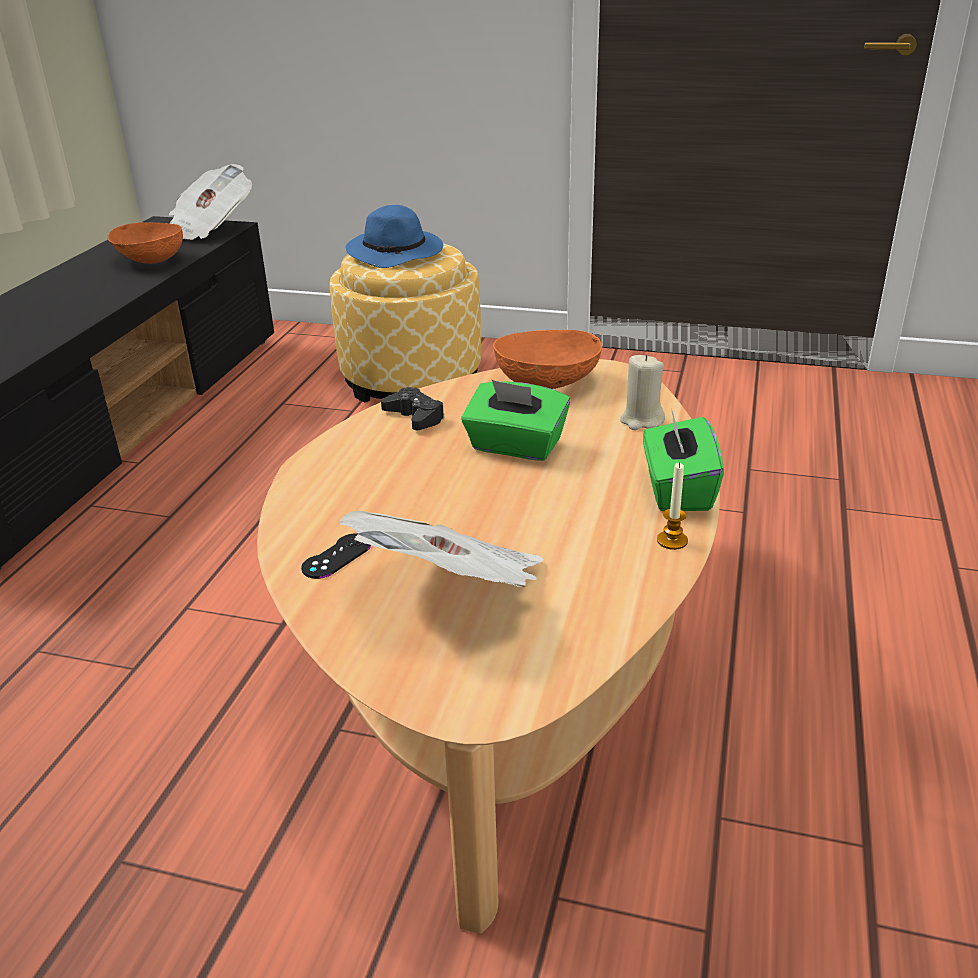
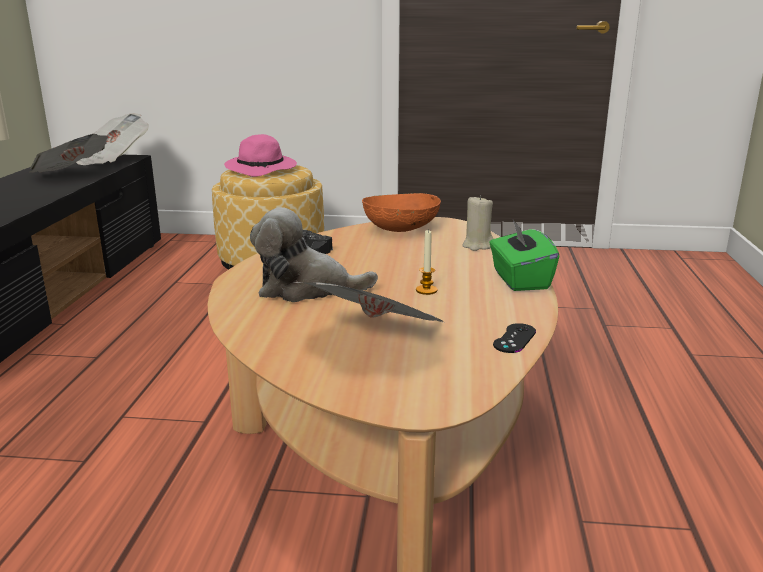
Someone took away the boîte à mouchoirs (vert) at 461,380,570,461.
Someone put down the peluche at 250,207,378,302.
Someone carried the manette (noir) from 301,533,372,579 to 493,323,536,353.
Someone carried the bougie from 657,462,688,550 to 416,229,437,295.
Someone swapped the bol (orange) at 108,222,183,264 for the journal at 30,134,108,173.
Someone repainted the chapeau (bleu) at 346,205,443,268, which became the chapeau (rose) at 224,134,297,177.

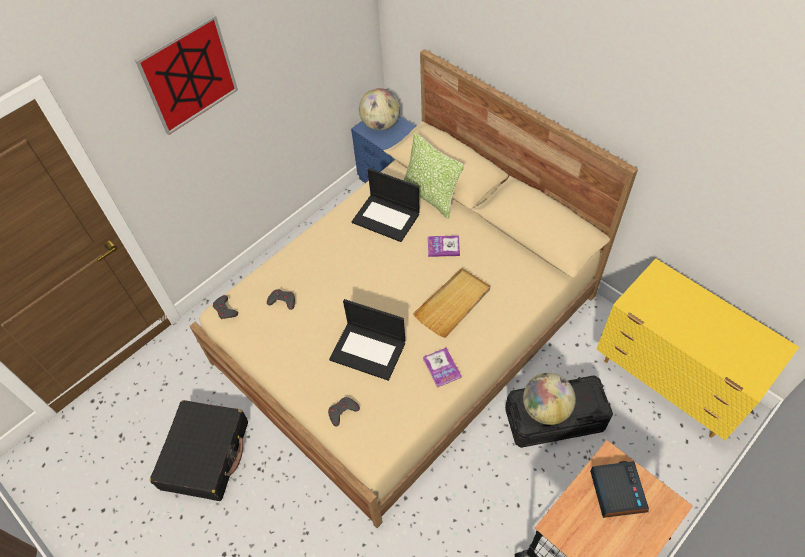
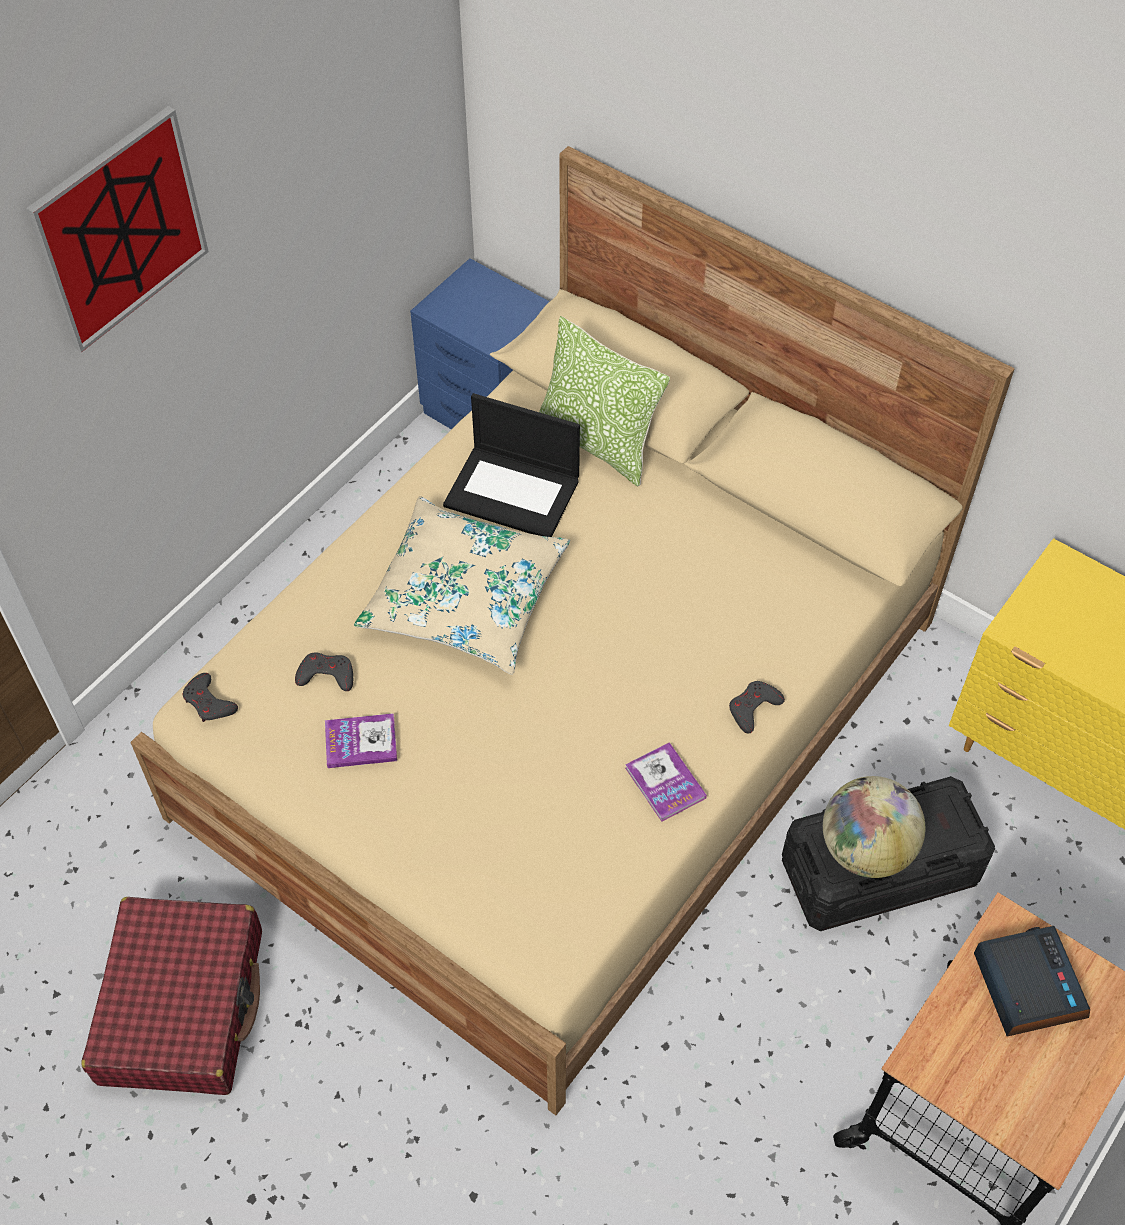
Someone took away the ordinateur portable at 329,299,405,381.
Someone took away the globe at 359,88,400,131.
Someone took away the plateau (beige) at 413,268,490,338.
Someone put down the coussin (beige) at 354,496,570,675.
Someone carried the manette (gris) from 328,397,360,427 to 729,681,785,734.
Someone carried the livre from 428,235,460,257 to 325,713,397,768.
Someone repainted the valise (noir) at 150,400,248,501, which became the valise (rouge) at 81,897,262,1095.

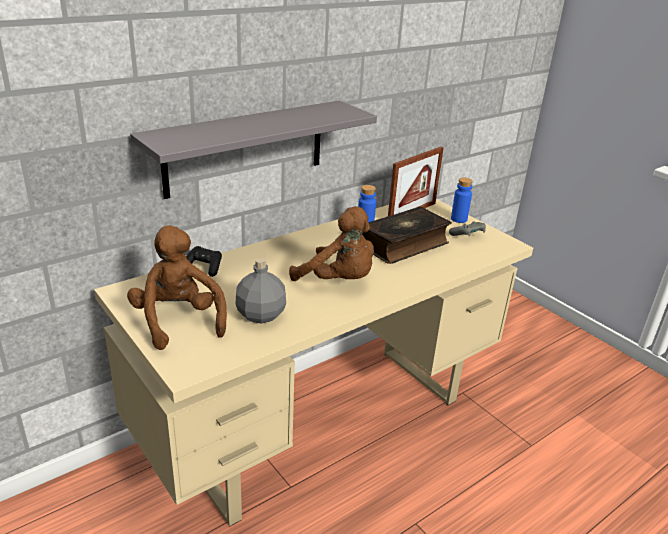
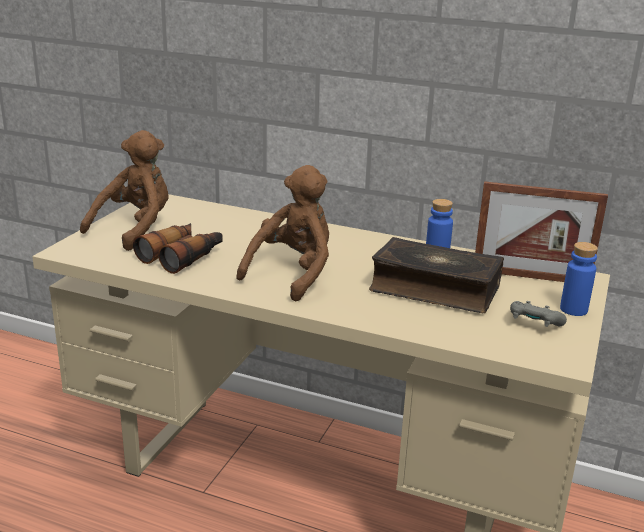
Someone took away the étagère (gris) at 130,100,377,199.
Someone took away the manette (noir) at 186,246,222,277.
Someone swapped the bouteille (gris) at 236,258,286,323 for the jumelles at 133,223,223,274.
Someone rotated the peluche (marron) at 289,206,374,281 by 150 degrees counterclockwise.

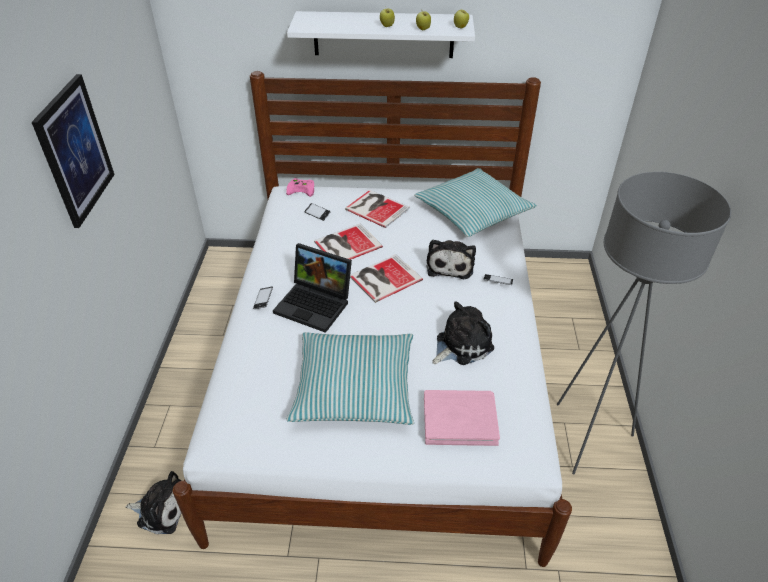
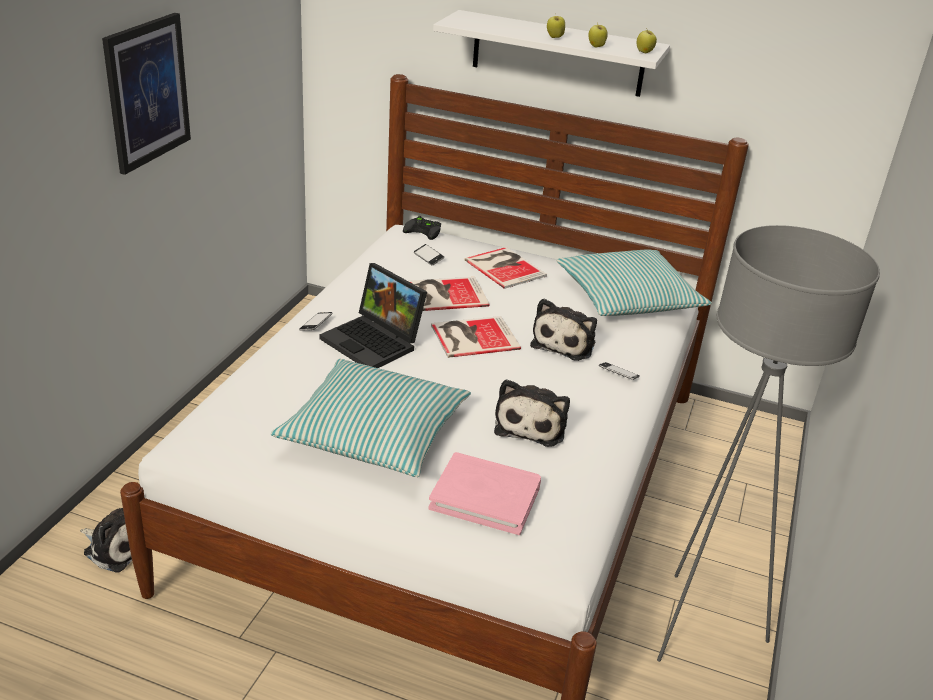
Someone repainted the manette (rose) at 286,178,314,197, which became the manette (noir) at 403,216,441,240.
Someone rotated the peluche at 432,301,494,365 by 120 degrees clockwise.

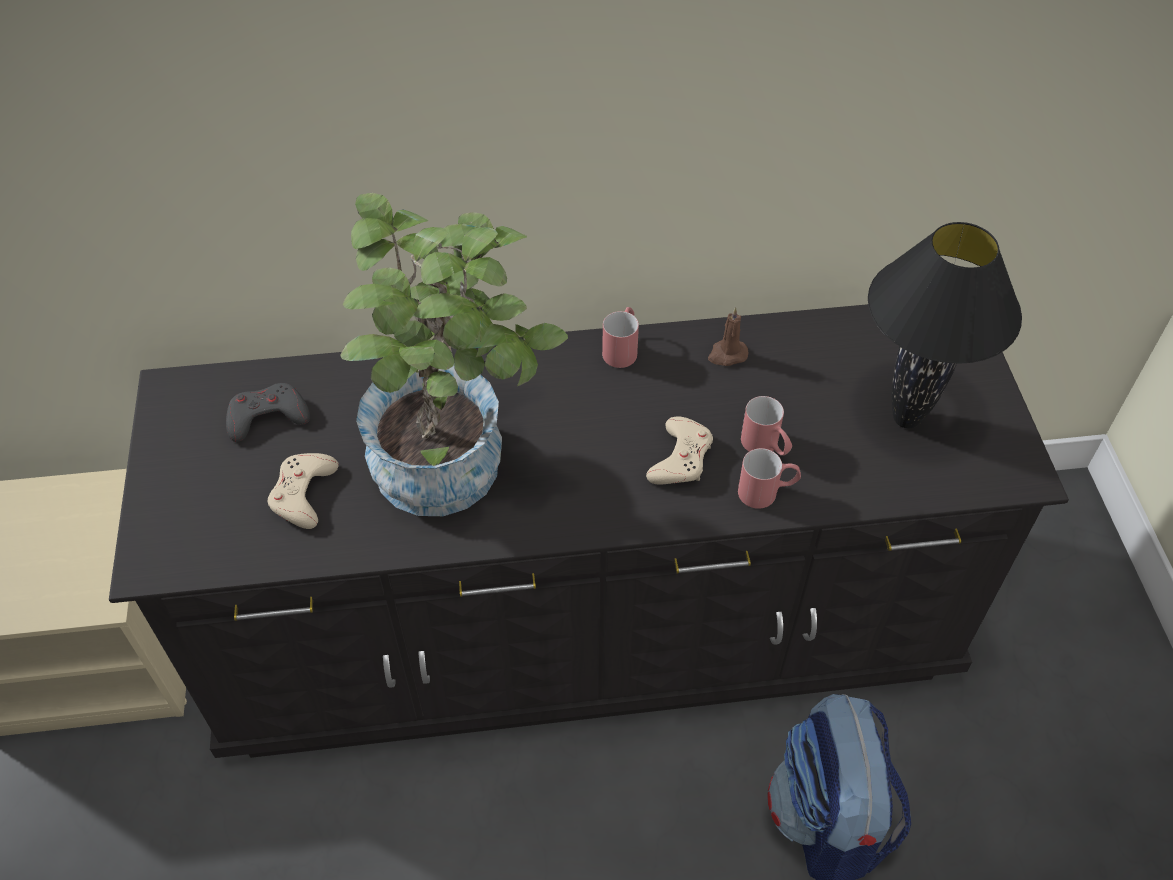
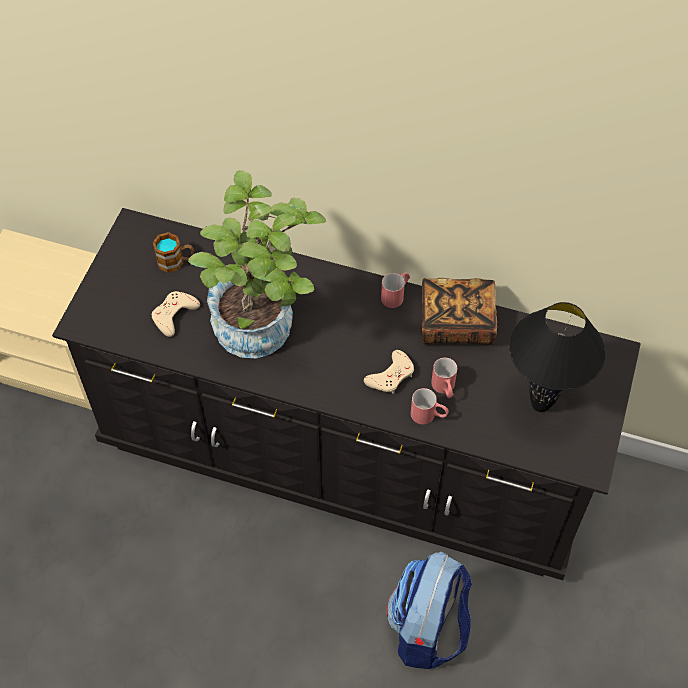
Someone swapped the manette (gris) at 226,383,310,442 for the mug at 153,232,194,273.
Someone swapped the bougie (marron) at 708,307,748,366 for the livre at 422,278,497,345.

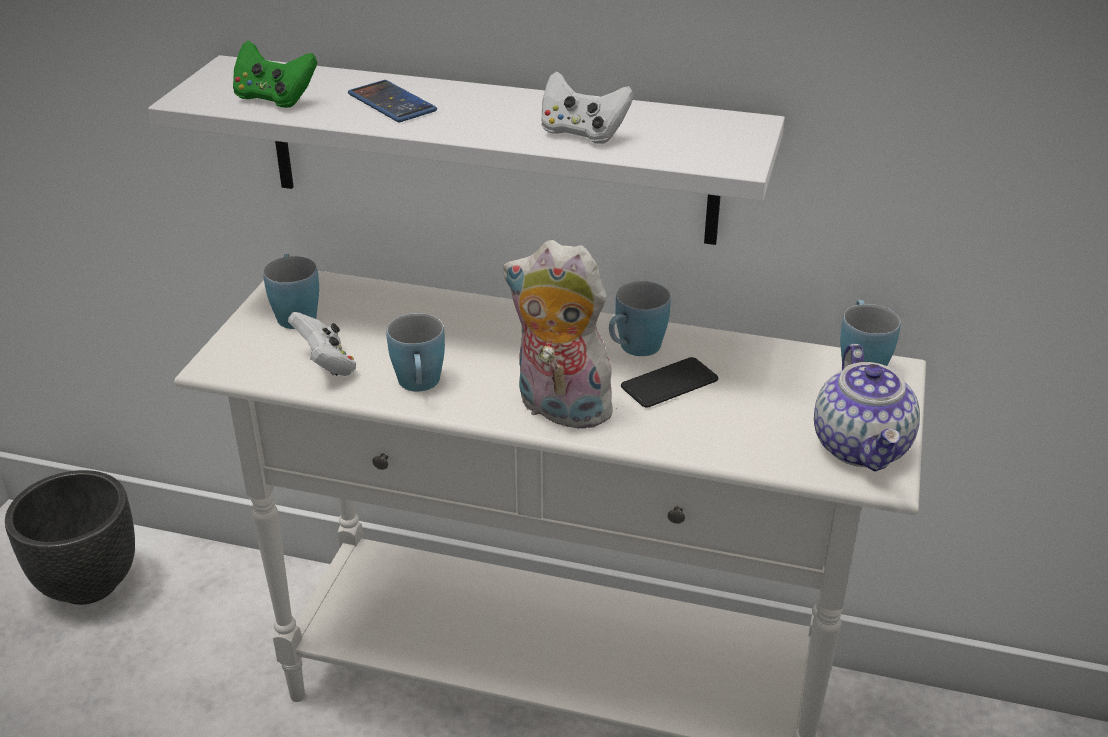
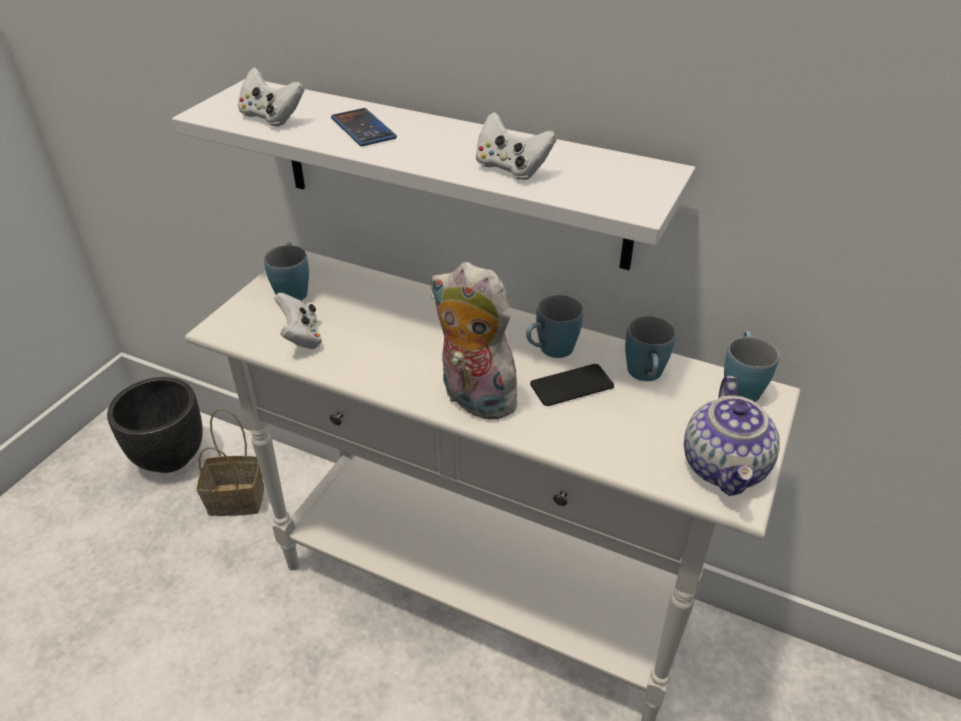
Someone put down the panier at 197,408,264,516.
Someone carried the mug (bleu) from 386,313,445,391 to 625,316,676,381.
Someone repainted the manette (vert) at 233,40,318,108, which became the manette (blanc) at 238,67,305,126.

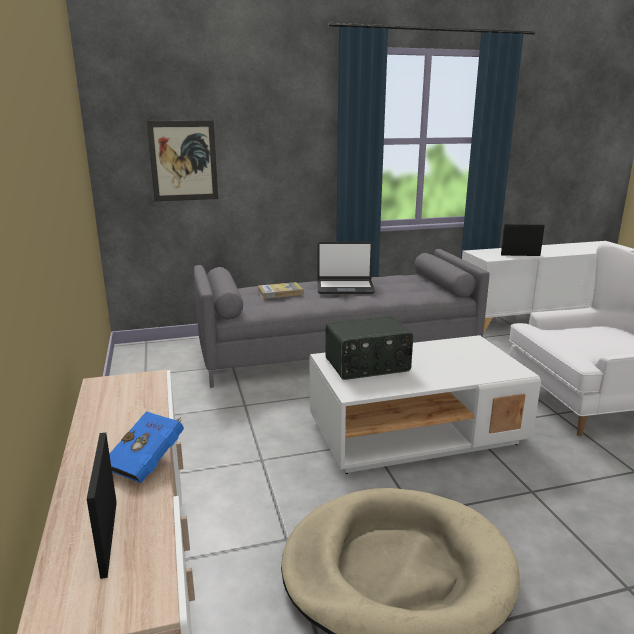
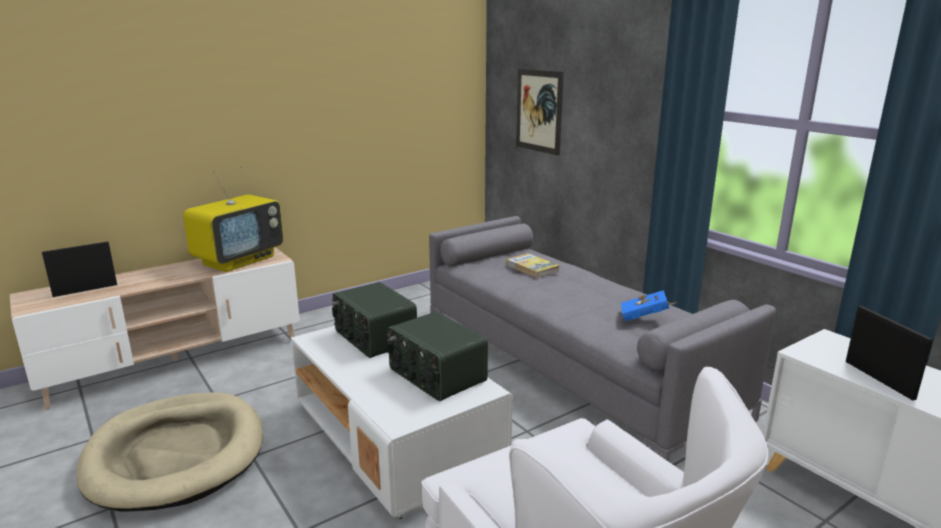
Someone took away the ordinateur portable at 318,242,375,294.
Someone put down the téléviseur at 183,166,284,272.
Someone put down the radio at 387,311,488,401.
Someone carried the livre (bleu) from 109,411,184,483 to 621,290,677,321.

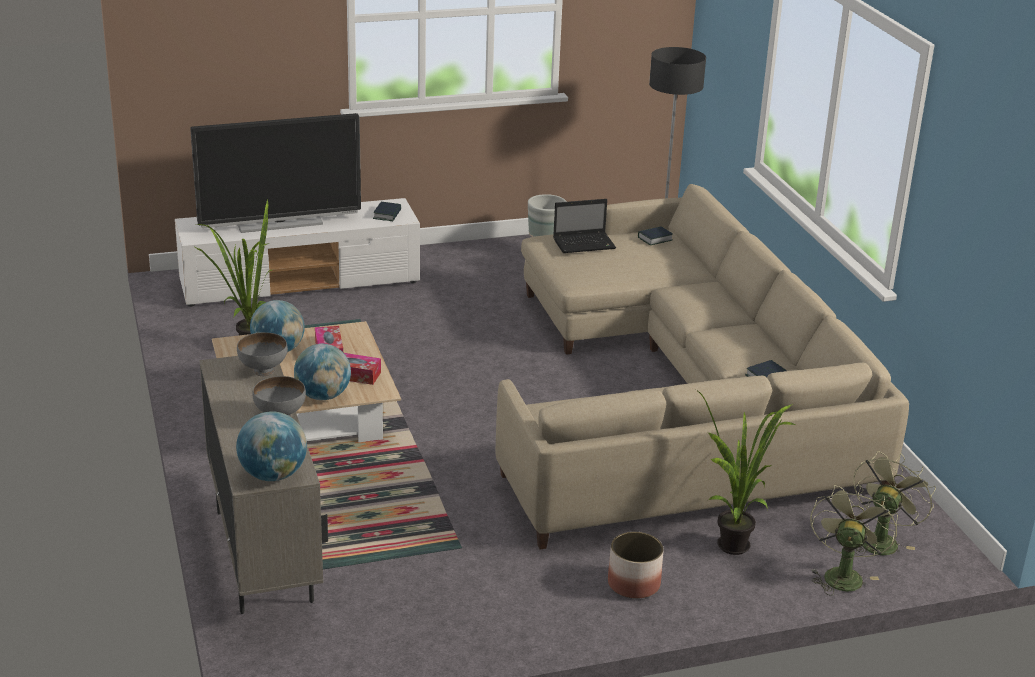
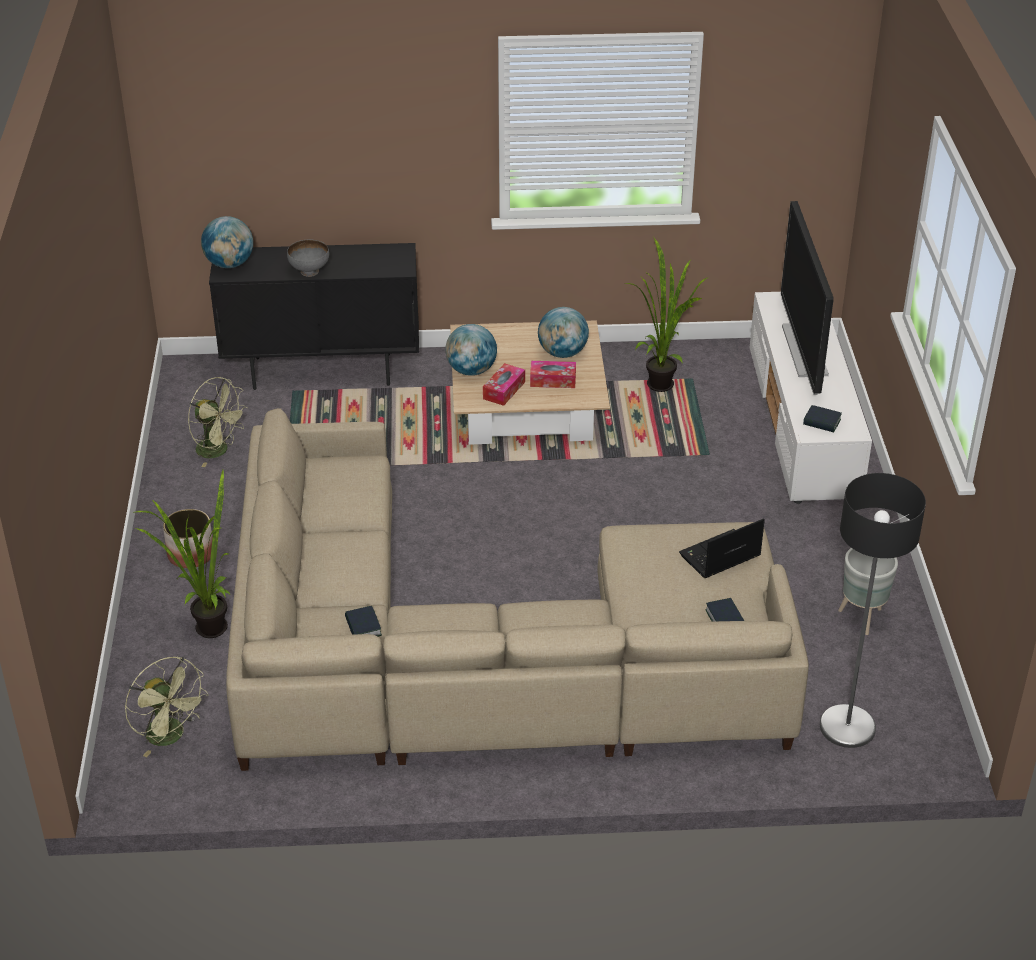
Someone took away the bol (gris) at 237,332,288,376.
Someone carried the ventilateur (vert) from 810,485,898,596 to 188,377,248,467.
Someone repainted the meuble de rangement (beige) at 200,356,328,614, which became the meuble de rangement (noir) at 209,243,419,390.
Someone rotated the ordinateur portable at 553,199,616,253 by 60 degrees clockwise.

